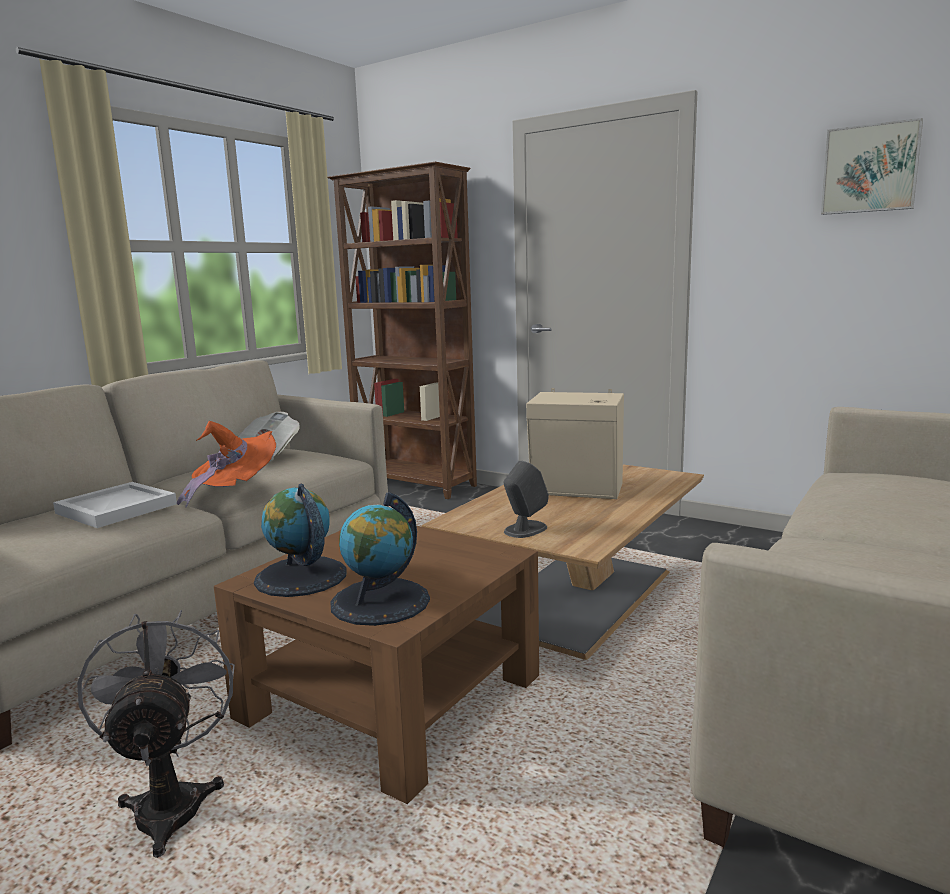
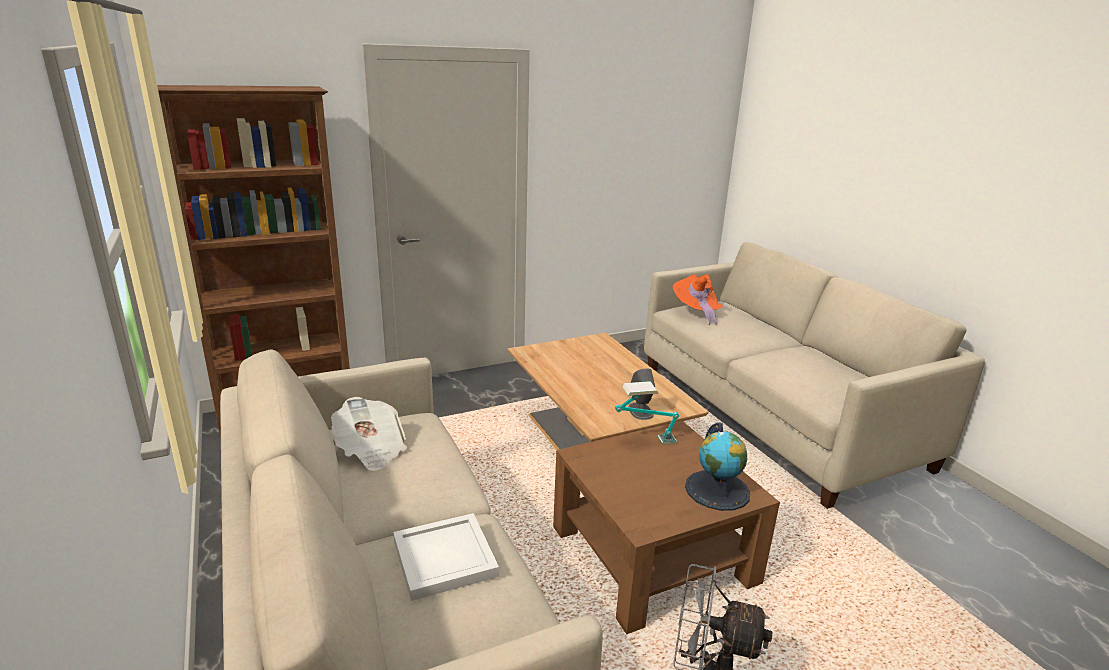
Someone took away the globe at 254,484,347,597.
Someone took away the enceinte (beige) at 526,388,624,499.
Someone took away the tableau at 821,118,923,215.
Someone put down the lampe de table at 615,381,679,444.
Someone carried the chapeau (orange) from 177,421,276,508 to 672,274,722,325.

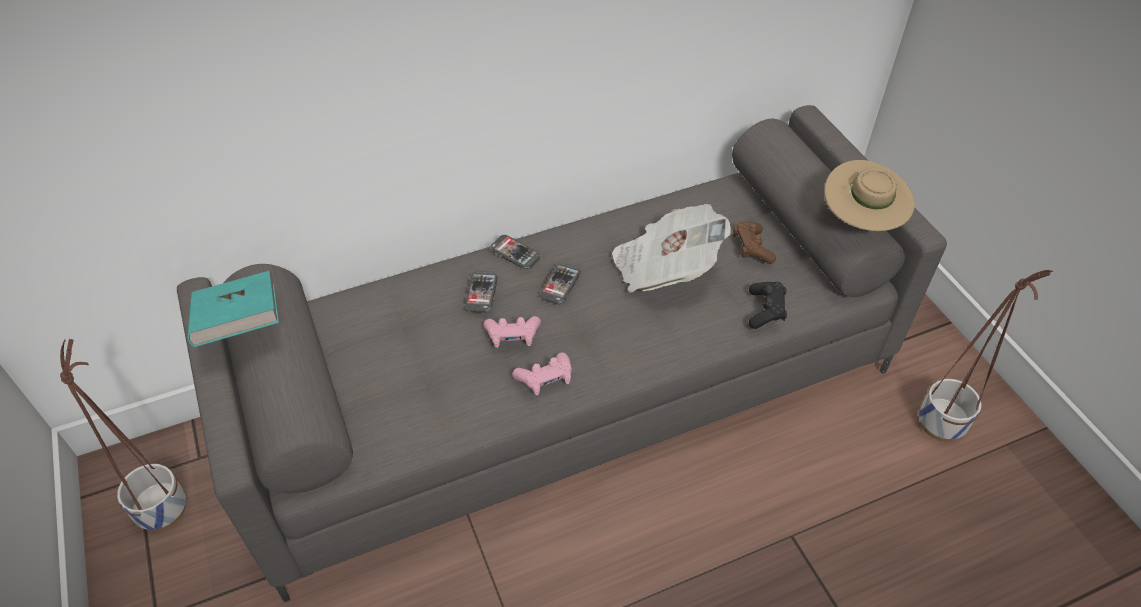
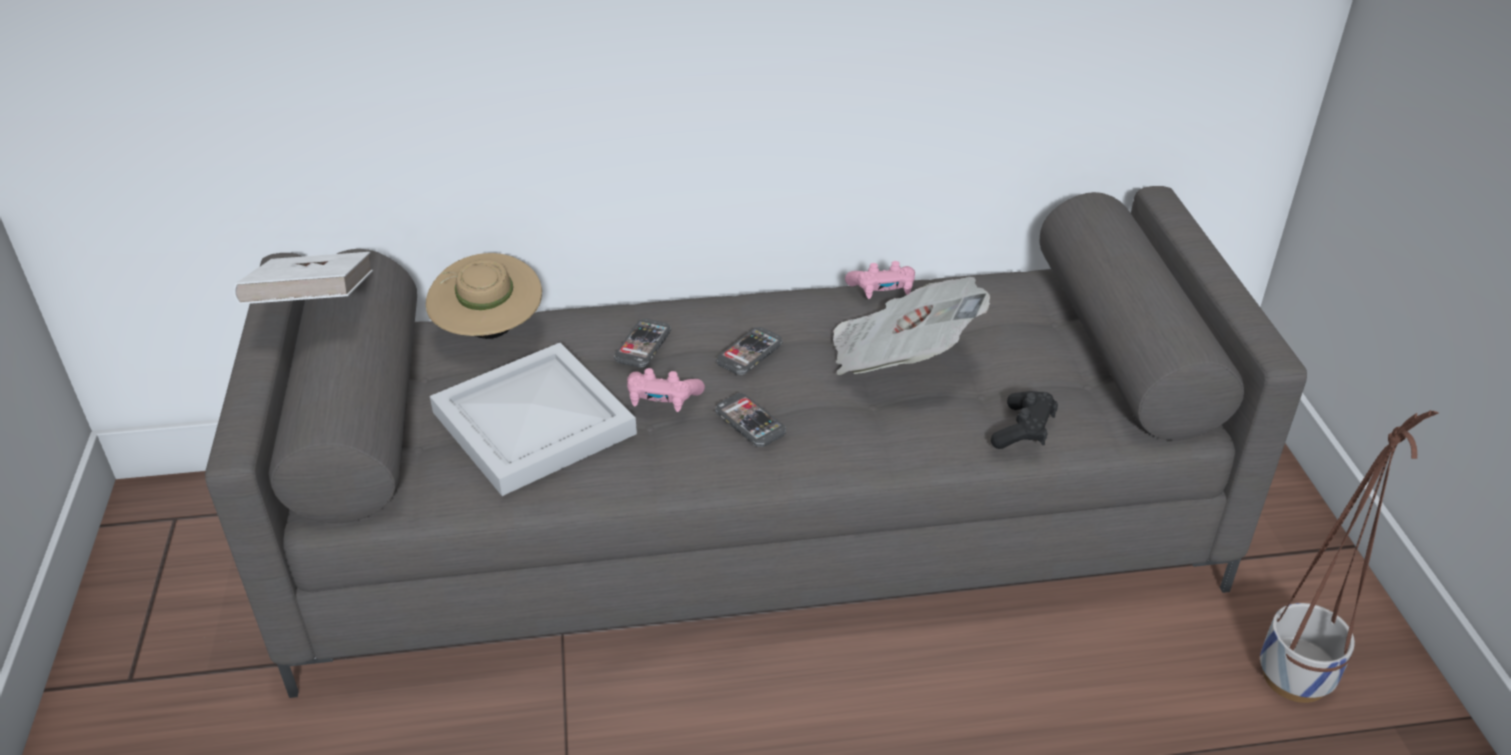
Someone took away the cache-pot at 60,339,186,531.
Someone took away the manette (marron) at 733,221,776,264.
Someone put down the plateau (blanc) at 430,343,637,496.
Someone carried the téléphone from 490,235,541,270 to 715,393,786,447.
Someone carried the manette (rose) from 513,352,572,395 to 845,261,915,299.
Someone carried the chapeau (beige) from 824,160,915,231 to 426,253,542,339.
Someone repainted the livre (turquoise) at 187,271,279,347, which became the livre (blanc) at 233,252,373,304.

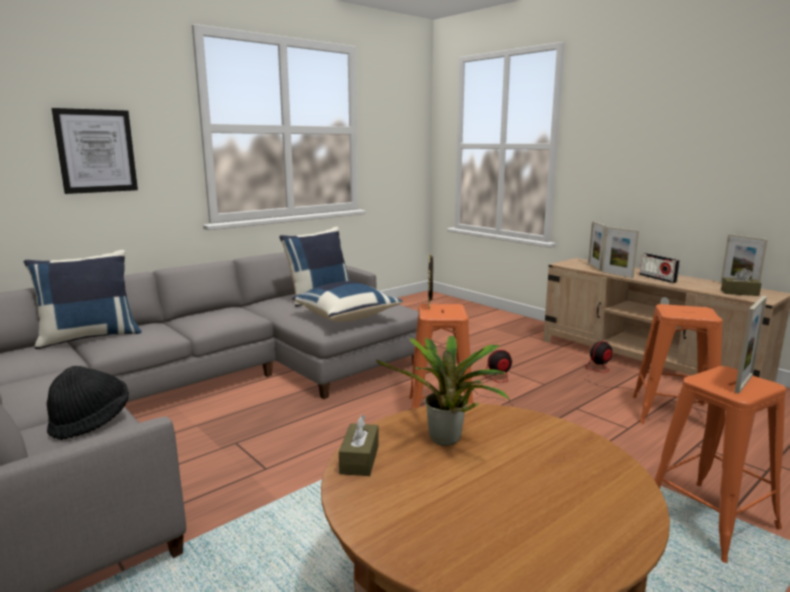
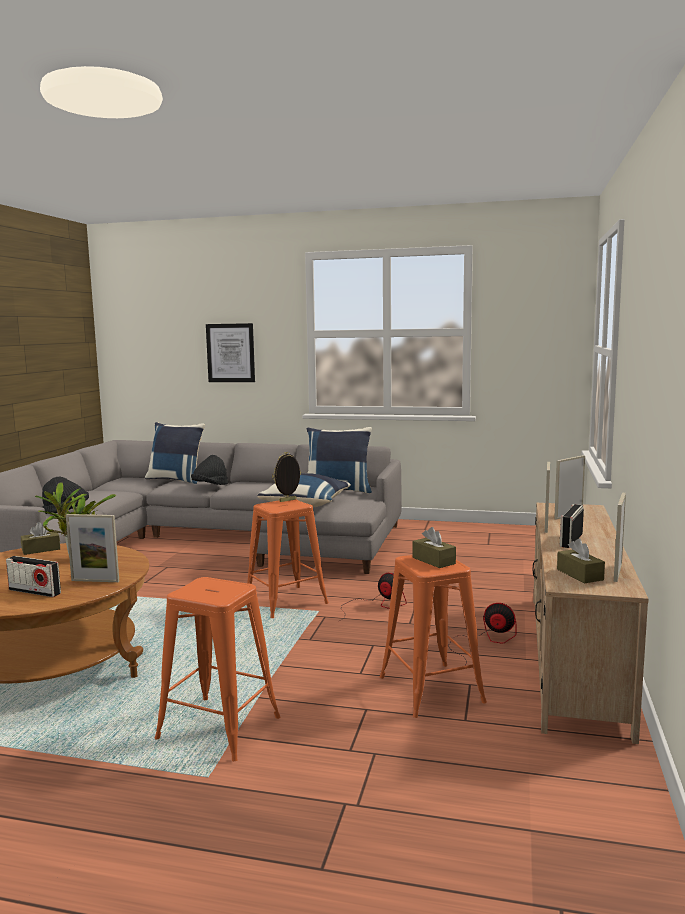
Someone put down the radio at 6,556,61,597.
Someone put down the chapeau (noir) at 191,455,228,485.
Someone put down the boîte à mouchoirs (marron) at 413,527,456,568.
Someone carried the cadre photo from 734,296,767,394 to 66,514,119,582.

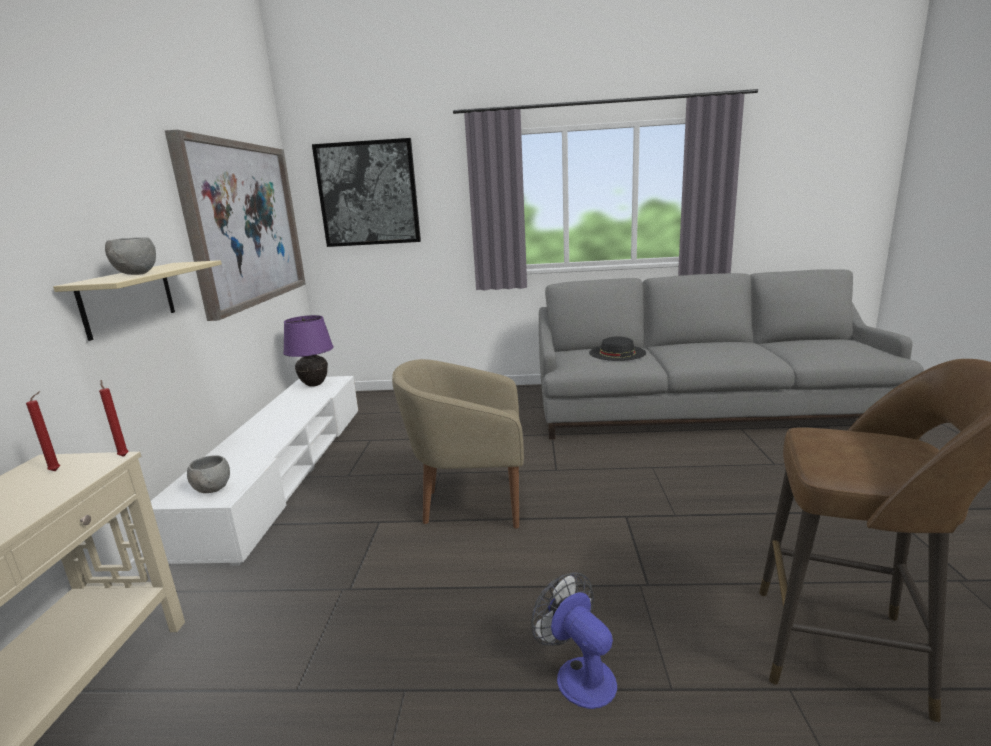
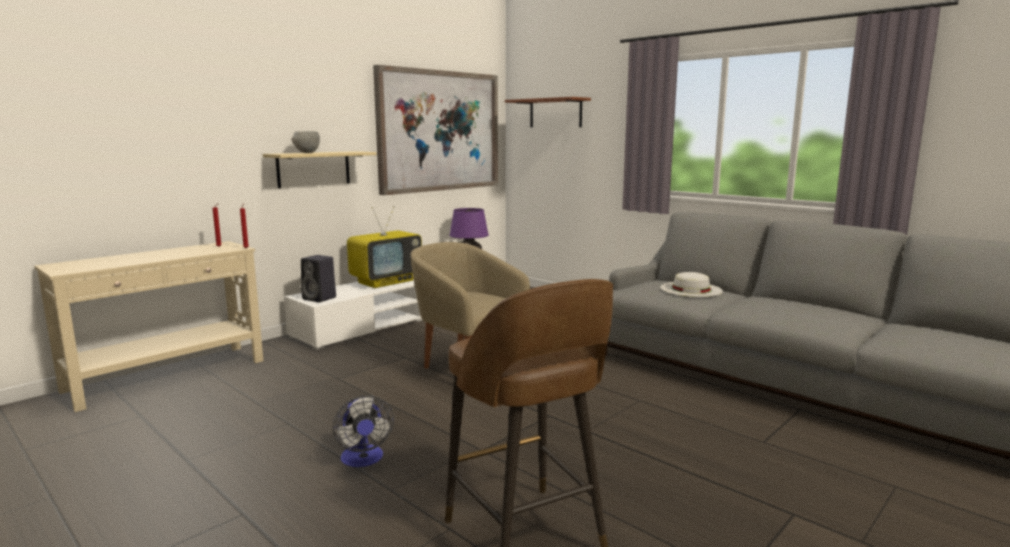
Someone put down the téléviseur at 347,206,422,288.
Someone swapped the bol (gris) at 187,455,230,493 for the enceinte (noir) at 301,255,336,302.
Someone swapped the tableau at 312,138,421,247 for the étagère (marron) at 505,97,591,128.
Someone repainted the chapeau (noir) at 589,336,646,361, which became the chapeau (blanc) at 661,272,723,297.
Someone rotated the ventilateur at 531,572,617,709 by 150 degrees clockwise.

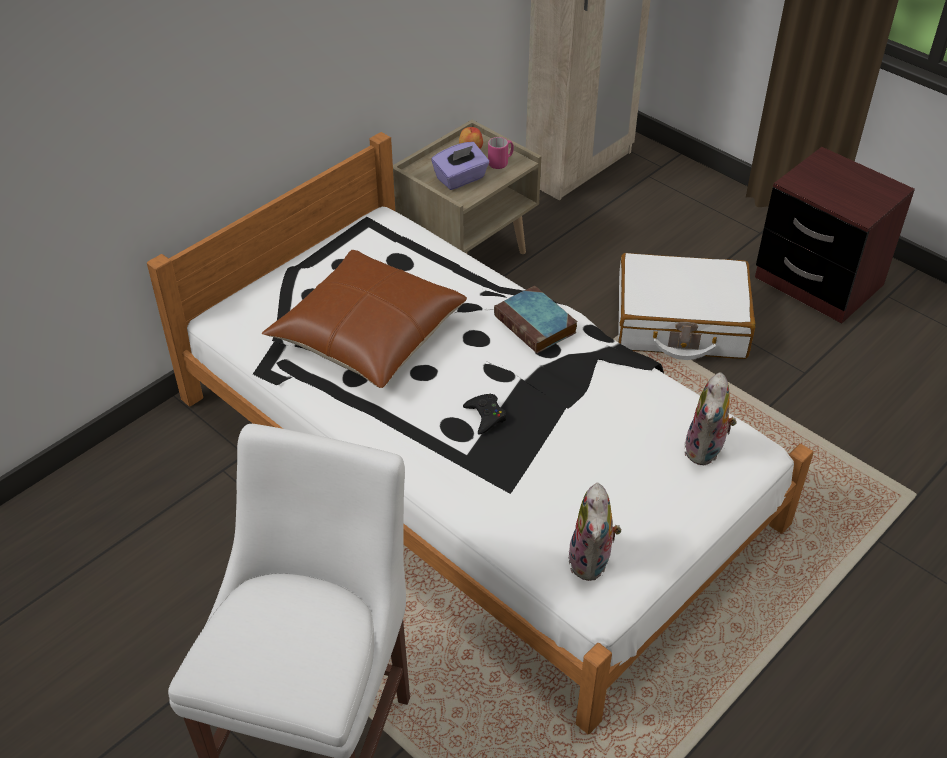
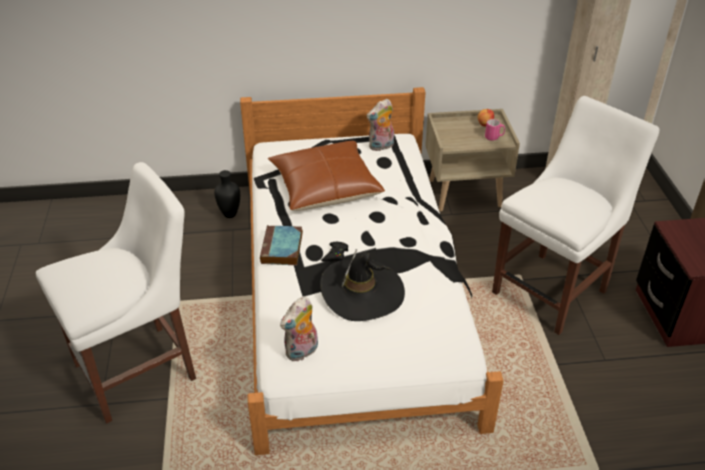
Someone took away the boîte à mouchoirs (violet) at 431,142,489,190.
Someone put down the vase (noir) at 214,170,240,218.
Someone put down the chapeau (noir) at 320,249,405,321.
Someone carried the livre from 494,286,577,353 to 260,225,303,265.
Someone carried the peluche from 684,372,737,466 to 367,99,394,152.
Someone swapped the valise (blanc) at 618,253,755,360 for the chaise (blanc) at 492,96,660,335.

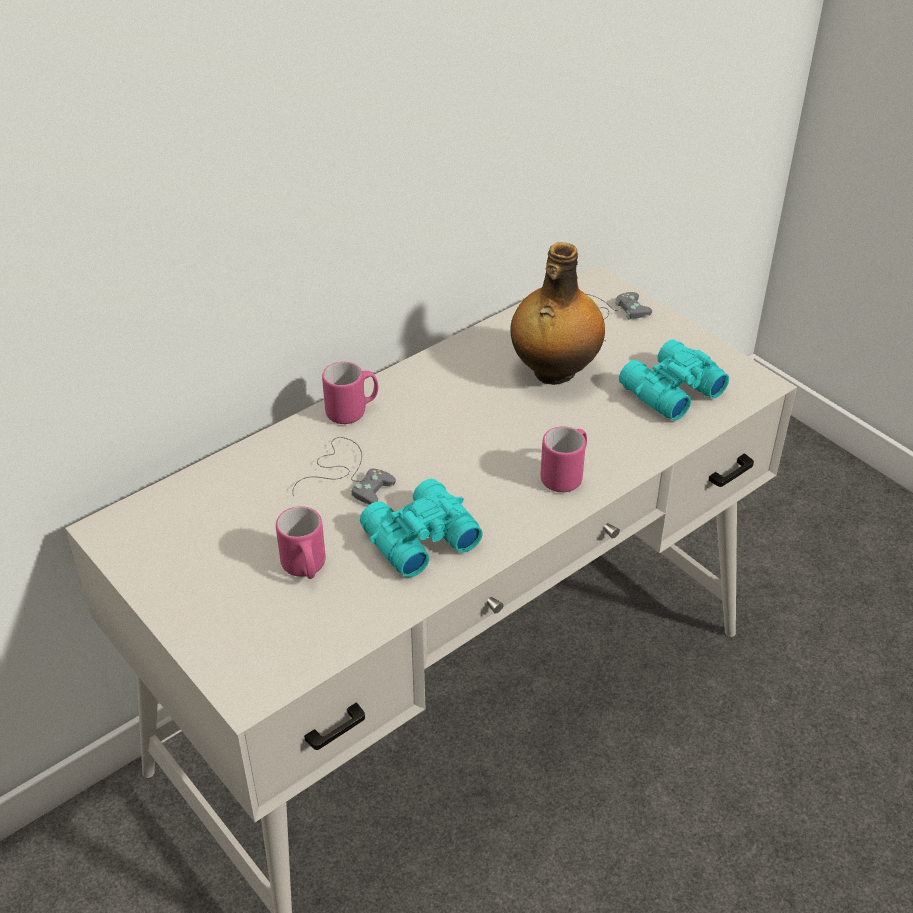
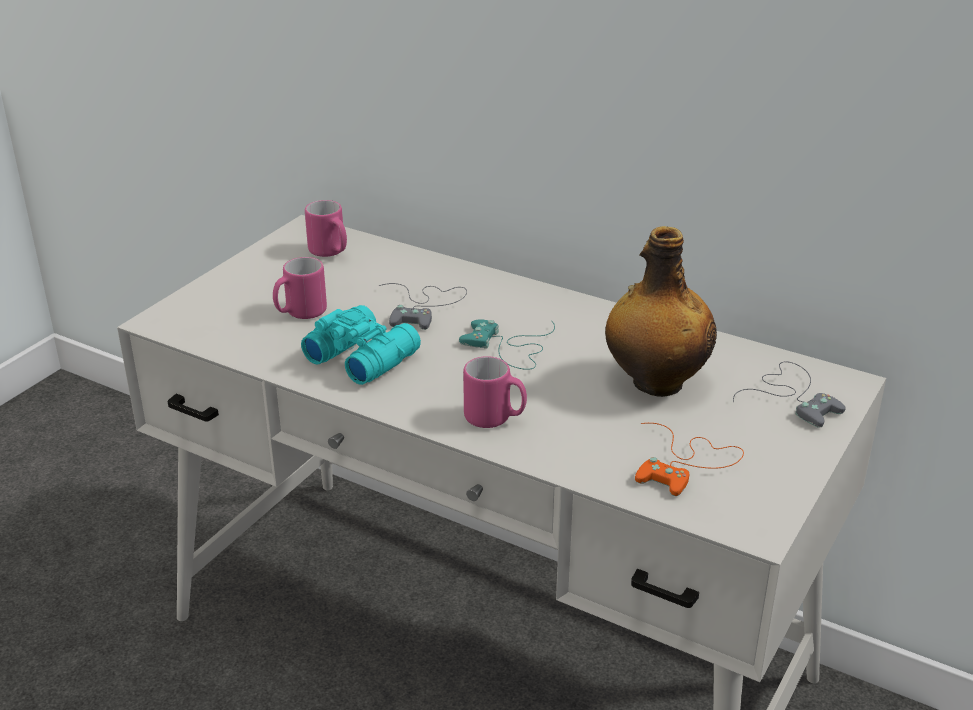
Someone put down the manette (turquoise) at 459,320,555,370.
Someone carried the mug (rose) from 322,362,378,424 to 305,200,347,257.
Someone swapped the jumelles (turquoise) at 619,339,729,421 for the manette (orange) at 635,423,744,496.

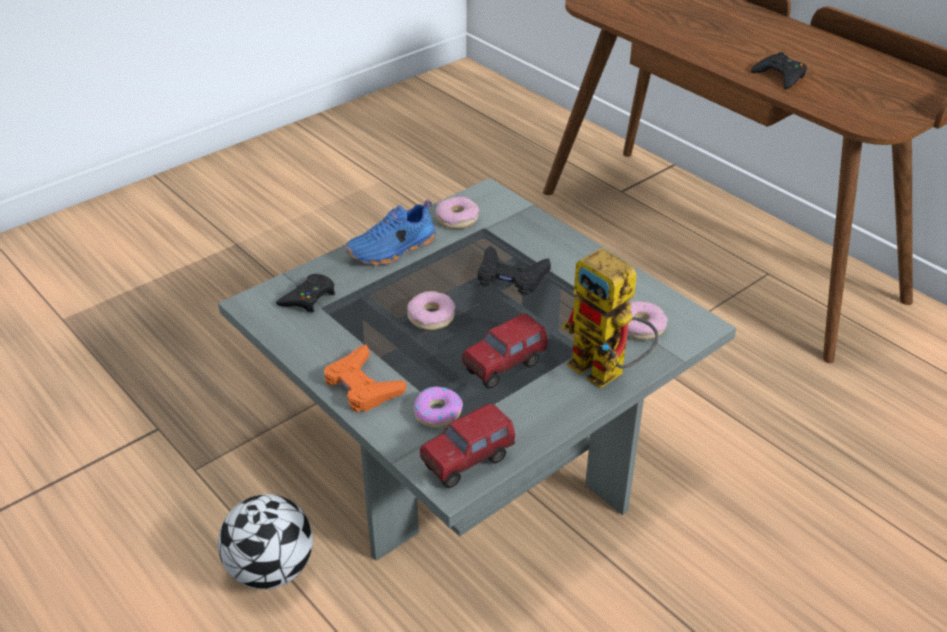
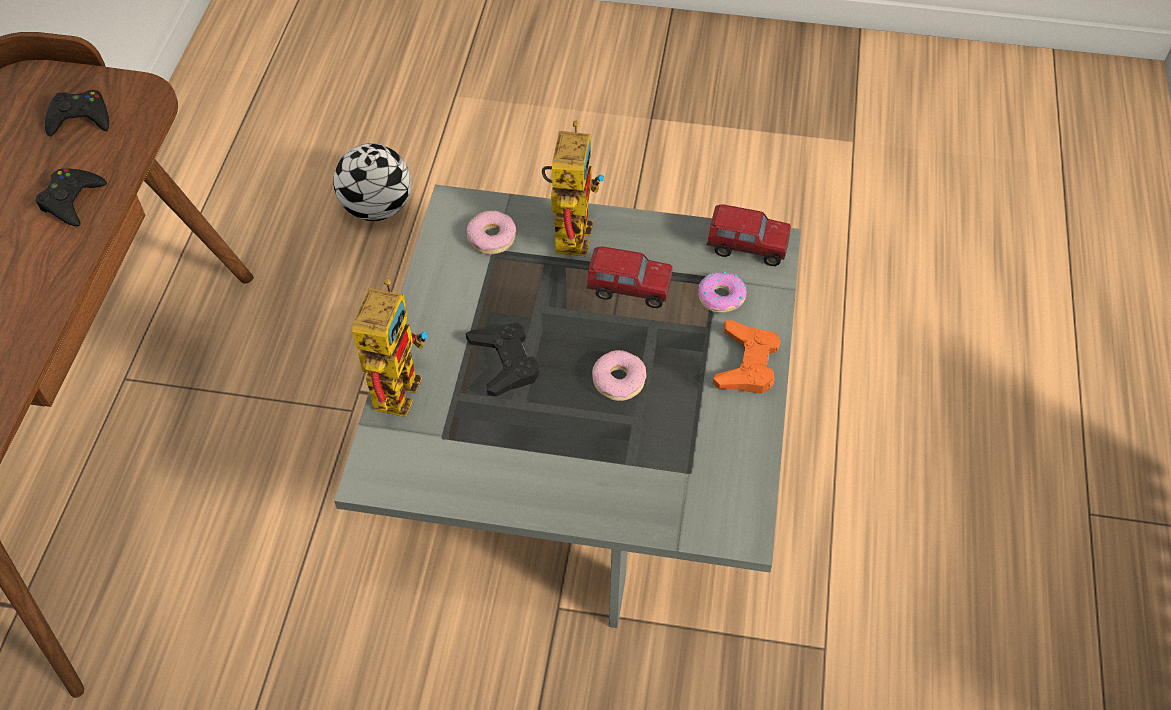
Someone took away the chaussure (bleu) at 345,200,436,265.
Someone took away the beignet at 436,197,479,229.
Someone put down the robot jouet at 352,278,428,417.
Someone carried the ballon de foot from 218,494,313,590 to 333,143,411,221.
Someone carried the manette (noir) from 276,274,335,313 to 45,90,109,136.

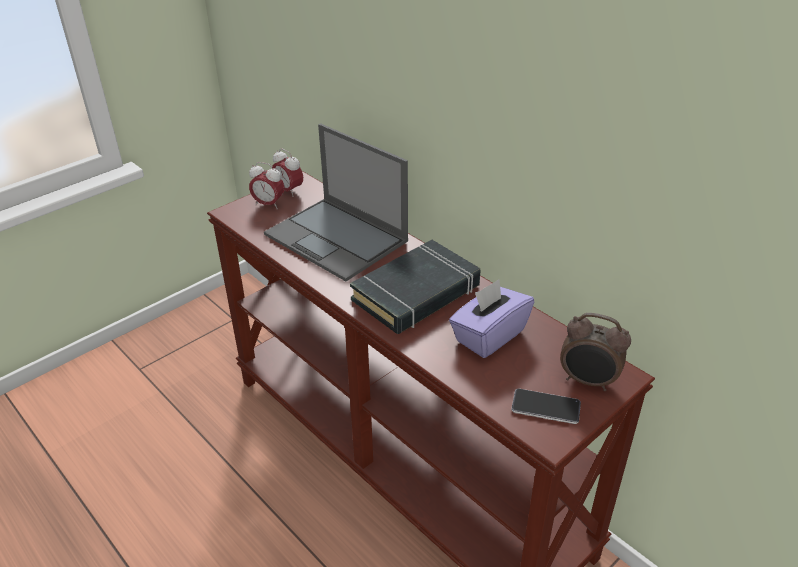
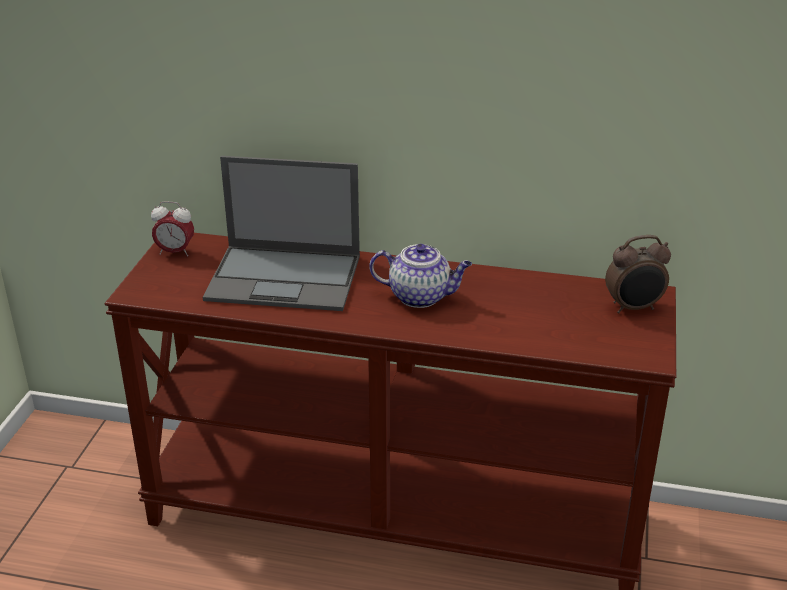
Someone took away the réveil at 249,162,285,209.
Someone took away the boîte à mouchoirs (violet) at 449,279,534,358.
Someone took away the téléphone at 511,388,581,424.
Someone swapped the livre (noir) at 350,240,480,334 for the théière at 369,244,472,308.

